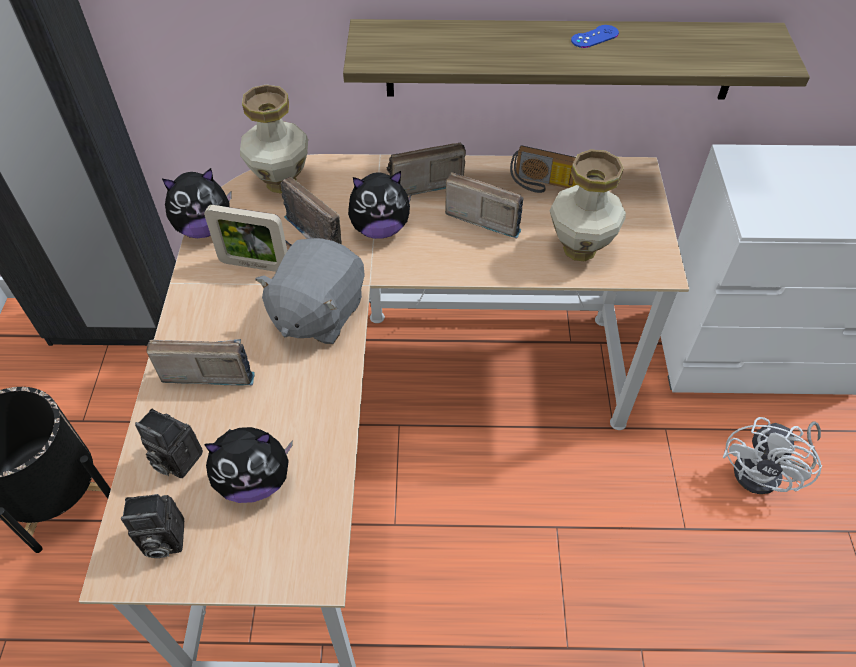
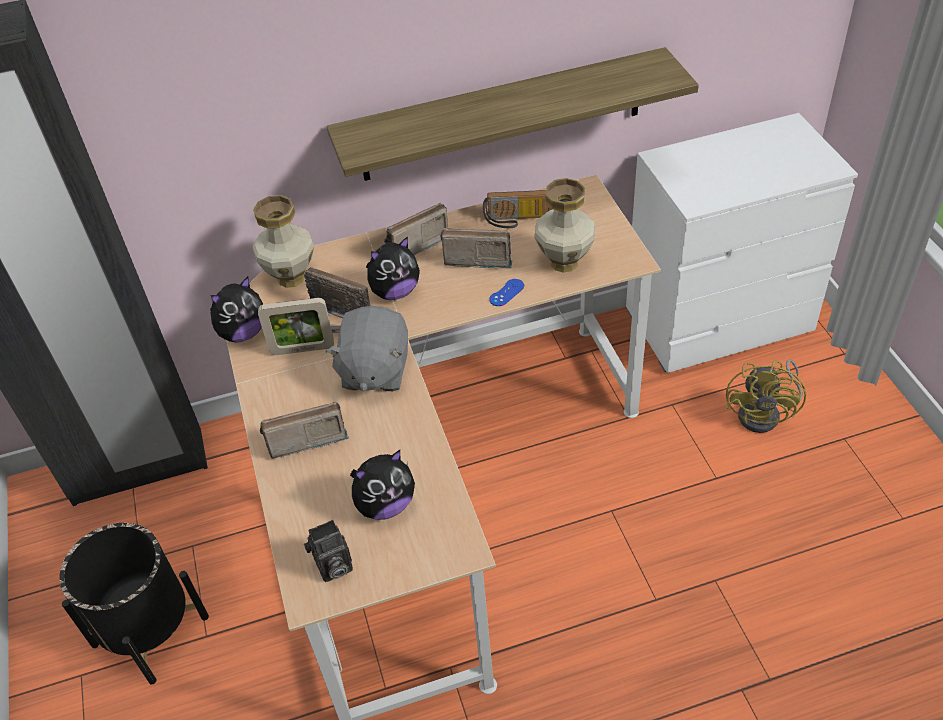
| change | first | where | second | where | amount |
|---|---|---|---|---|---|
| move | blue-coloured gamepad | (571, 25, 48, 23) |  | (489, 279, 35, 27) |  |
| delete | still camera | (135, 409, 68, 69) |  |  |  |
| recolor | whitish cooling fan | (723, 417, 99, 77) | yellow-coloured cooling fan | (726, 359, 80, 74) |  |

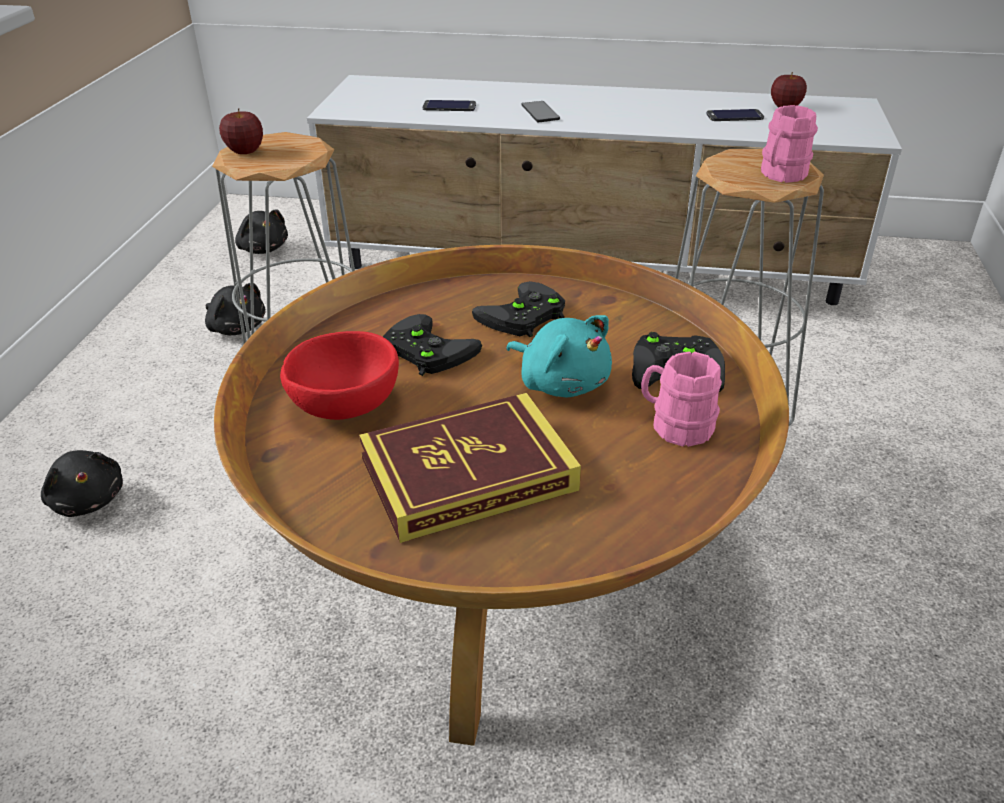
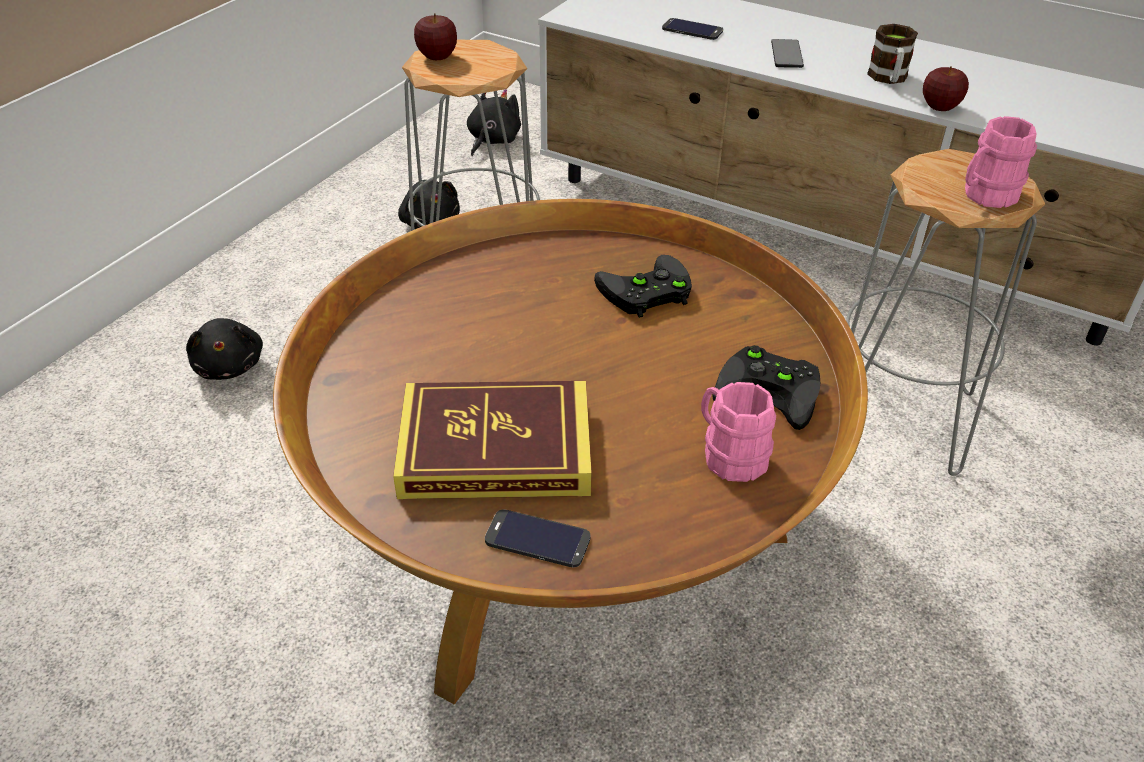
| change | first | where | second | where | amount |
|---|---|---|---|---|---|
| move | apple fruit | (771, 72, 36, 35) |  | (923, 66, 46, 45) |  |
| move | telephone | (706, 109, 58, 12) |  | (485, 509, 106, 58) |  |
| rotate | black-coloured plush toy | (235, 210, 53, 44) |  | (467, 89, 54, 67) | 135 degrees counterclockwise |
| delete | black-coloured gamepad | (383, 314, 99, 62) |  |  |  |
| delete | blue-green plush toy | (506, 315, 106, 82) |  |  |  |
| delete | reddish bowl | (280, 331, 119, 89) |  |  |  |
| insert |  |  | mug | (867, 24, 51, 60) |  |

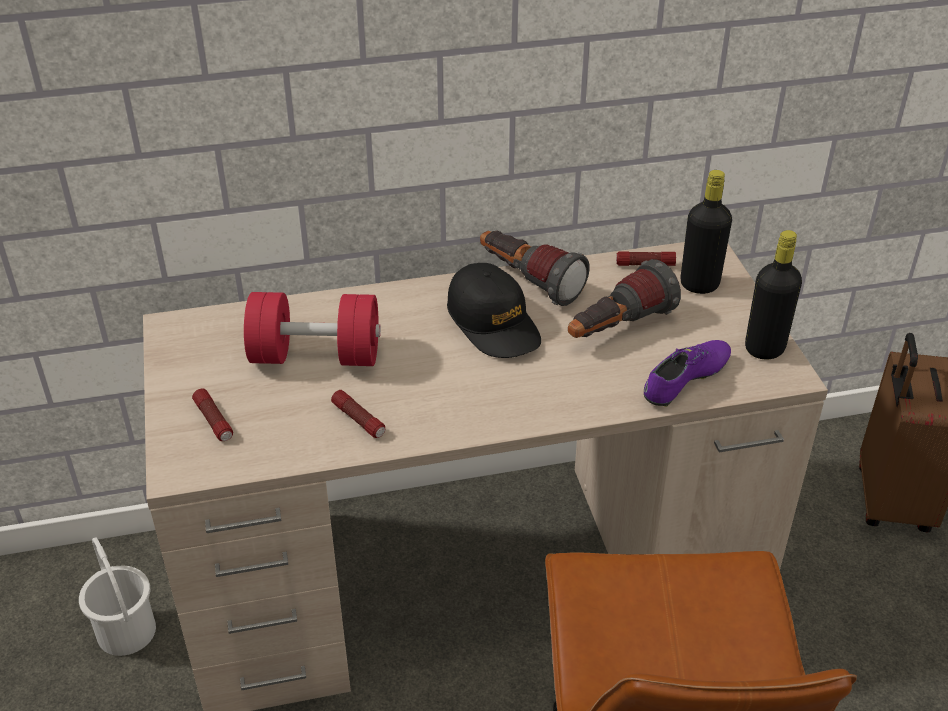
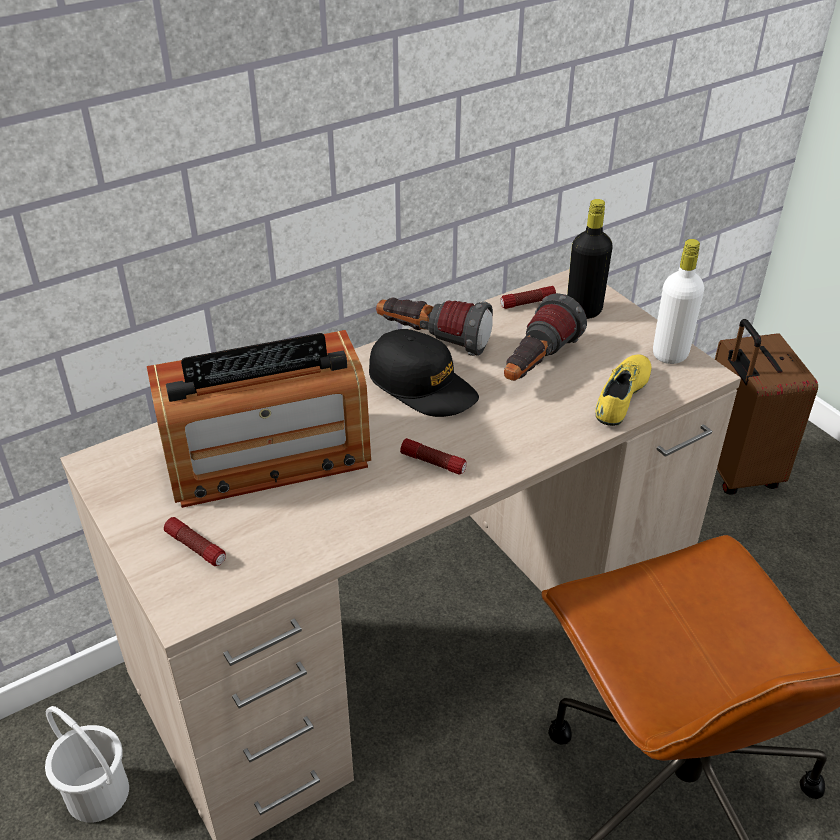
| change | first | where | second | where | amount |
|---|---|---|---|---|---|
| recolor | black-coloured beverage bottle | (745, 230, 57, 130) | whitish beverage bottle | (653, 239, 51, 125) |  |
| replace | reddish hand weight | (244, 292, 137, 74) | radio | (147, 330, 224, 178) |  |
| recolor | purple-coloured low shoe | (644, 340, 87, 67) | yellow-coloured low shoe | (595, 354, 56, 72) |  |
| move | hand torch | (331, 390, 54, 48) |  | (400, 438, 67, 37) |  |

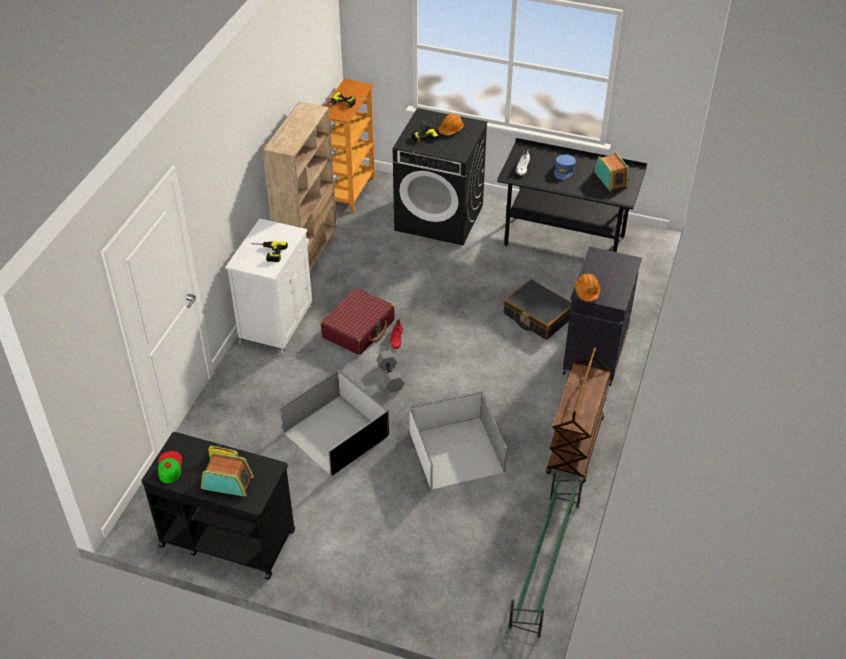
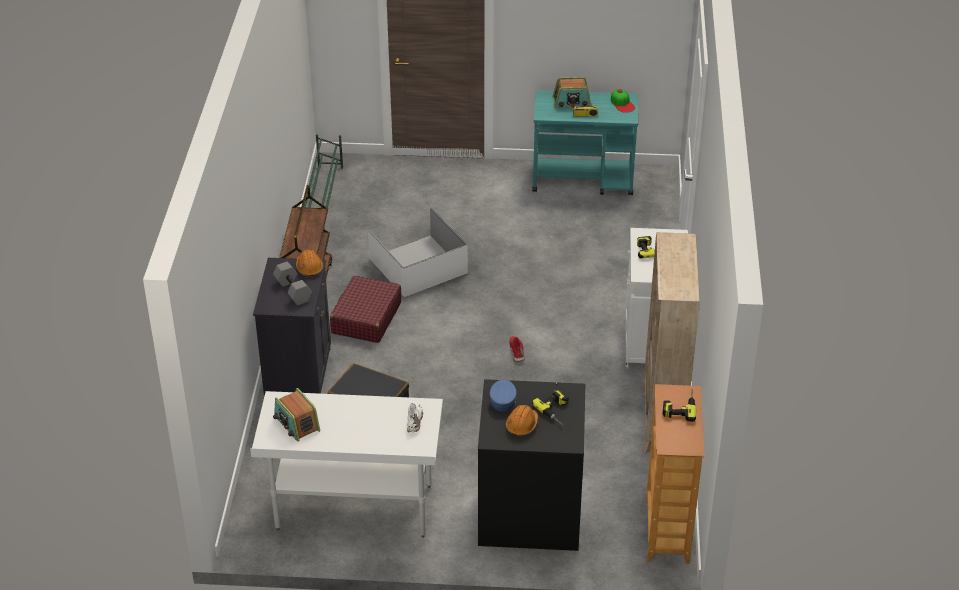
| change | first | where | second | where | amount |
|---|---|---|---|---|---|
| recolor | black-coloured desk | (497, 138, 150, 114) | whitish desk | (250, 391, 193, 147) |  |
| move | blue-coloured baseball cap | (554, 154, 22, 26) |  | (490, 380, 27, 32) |  |
| move | reddish travel case | (321, 288, 73, 67) |  | (330, 275, 72, 68) |  |
| move | grey hand weight | (377, 350, 28, 42) |  | (273, 262, 39, 43) |  |
| delete | black-coloured storage container | (280, 370, 109, 106) |  |  |  |
| recolor | black-coloured wheeled cart | (141, 432, 154, 148) | blue-green wheeled cart | (532, 90, 106, 105) |  |

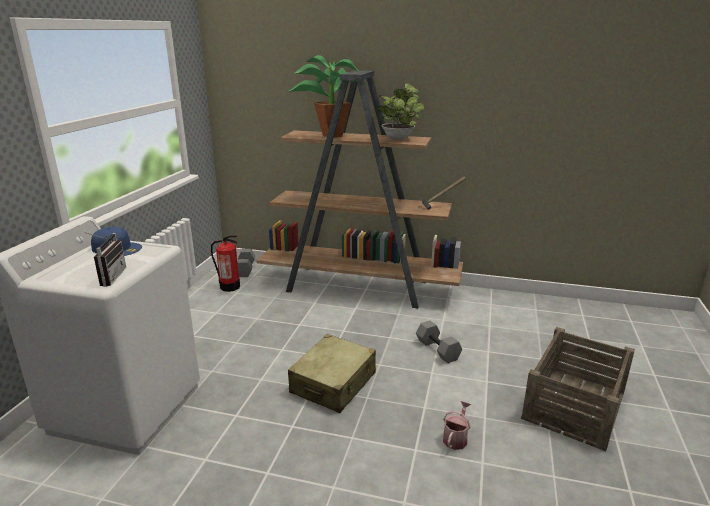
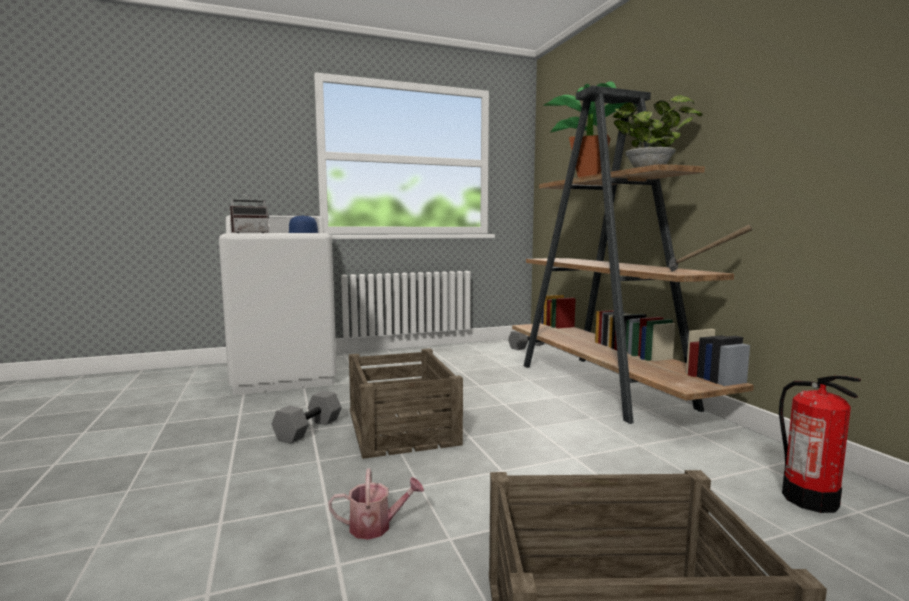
| change | first | where | second | where | amount |
|---|---|---|---|---|---|
| move | extinguisher | (211, 235, 29, 57) |  | (779, 376, 82, 137) |  |
| move | grey hand weight | (416, 320, 46, 43) |  | (272, 391, 70, 53) |  |
| replace | sand-coloured travel case | (288, 334, 88, 79) | packing crate | (349, 348, 114, 111) |  |

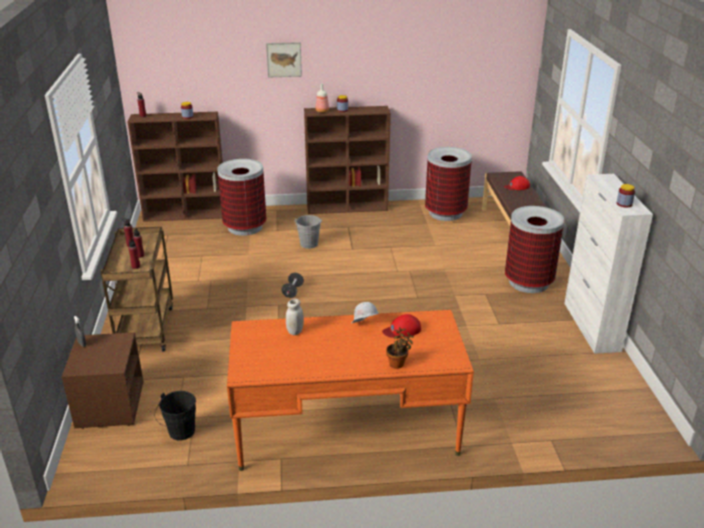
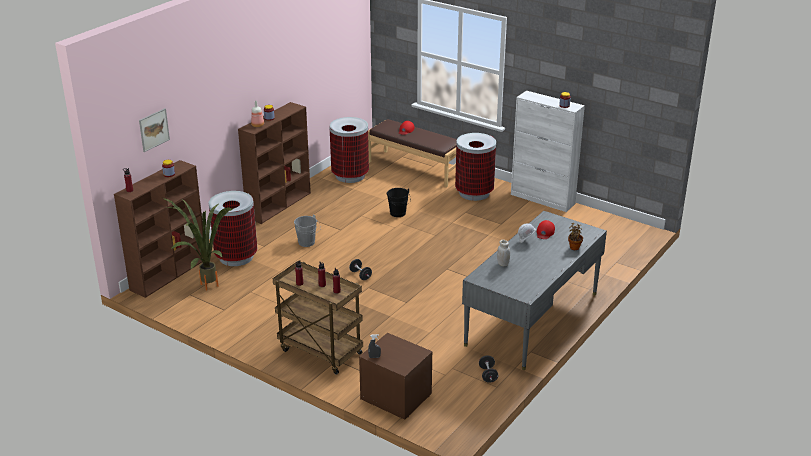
| change | first | where | second | where | amount |
|---|---|---|---|---|---|
| move | picture | (266, 42, 36, 36) |  | (139, 108, 31, 44) |  |
| recolor | orange desk | (227, 310, 247, 161) | grey desk | (462, 211, 145, 159) |  |
| move | black-coloured bucket | (154, 391, 42, 50) |  | (387, 188, 24, 29) |  |
| insert |  |  | houseplant | (163, 198, 70, 92) |  |
| insert |  |  | black-coloured hand weight | (479, 356, 19, 27) |  |

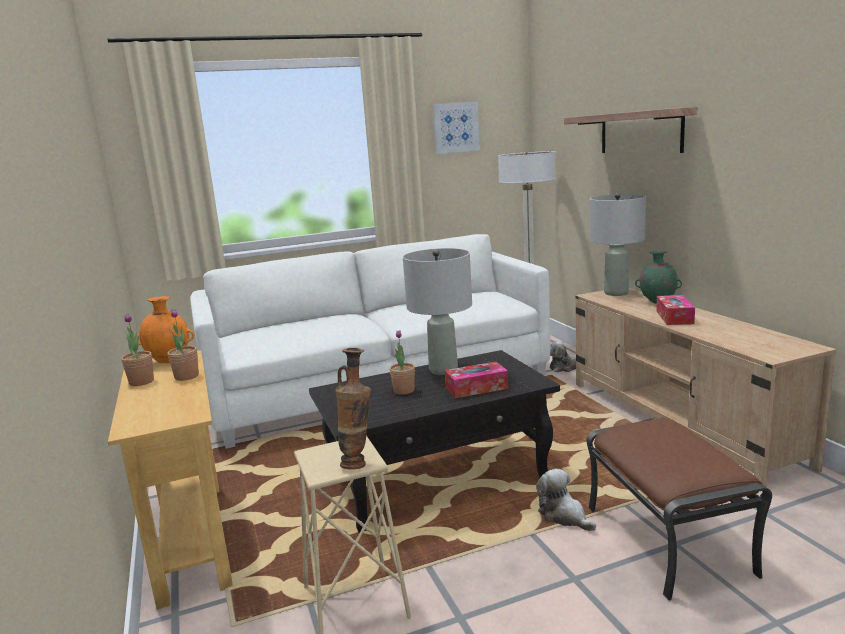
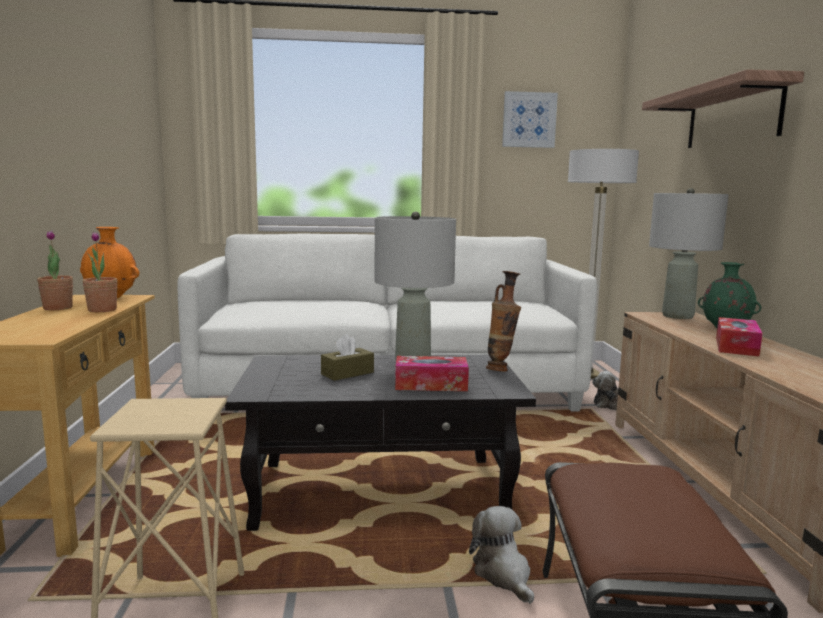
| change | first | where | second | where | amount |
|---|---|---|---|---|---|
| replace | houseplant | (390, 330, 25, 65) | brown tissue box | (321, 334, 53, 47) |  |
| move | vase | (335, 348, 36, 122) |  | (486, 271, 35, 101) |  |

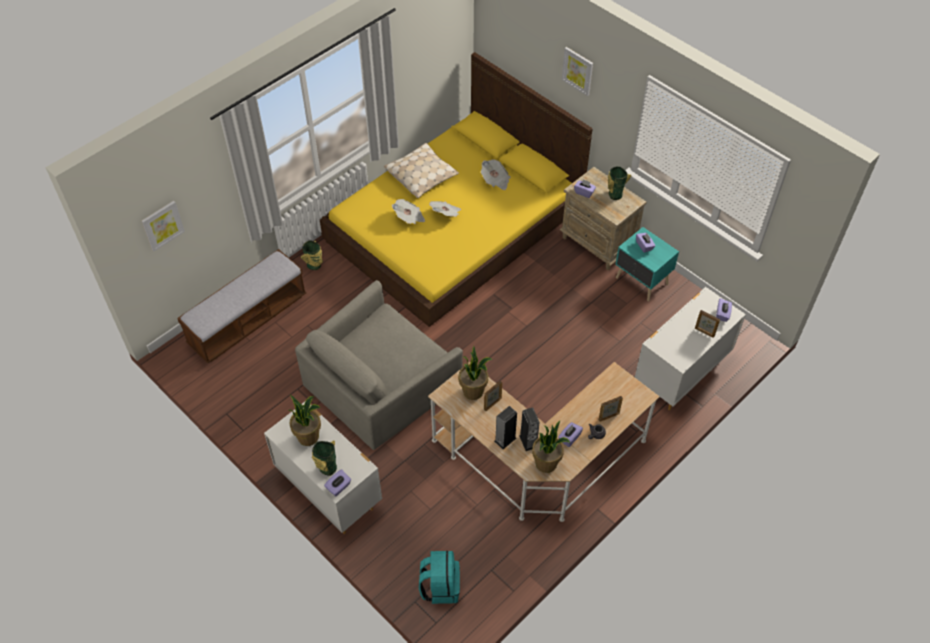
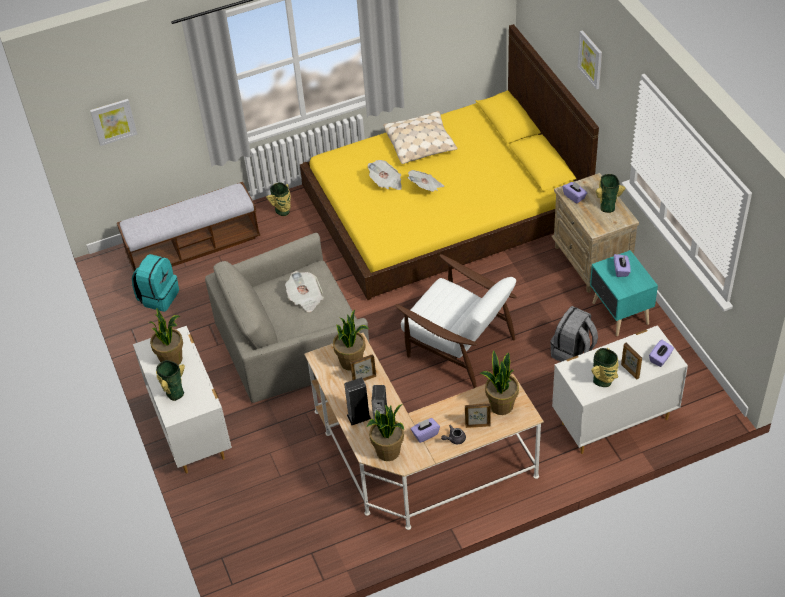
| change | first | where | second | where | amount |
|---|---|---|---|---|---|
| move | newspaper | (481, 159, 30, 31) |  | (285, 271, 39, 41) |  |
| delete | purple-coloured tissue box | (324, 469, 27, 27) |  |  |  |
| move | blue-green rucksack | (419, 551, 41, 53) |  | (132, 254, 47, 58) |  |
| insert |  |  | whitish lounge chair | (395, 254, 121, 134) |  |
| insert |  |  | grey rucksack | (550, 306, 48, 56) |  |
| insert |  |  | vase | (591, 348, 27, 39) |  |
| insert |  |  | houseplant | (480, 350, 39, 65) |  |

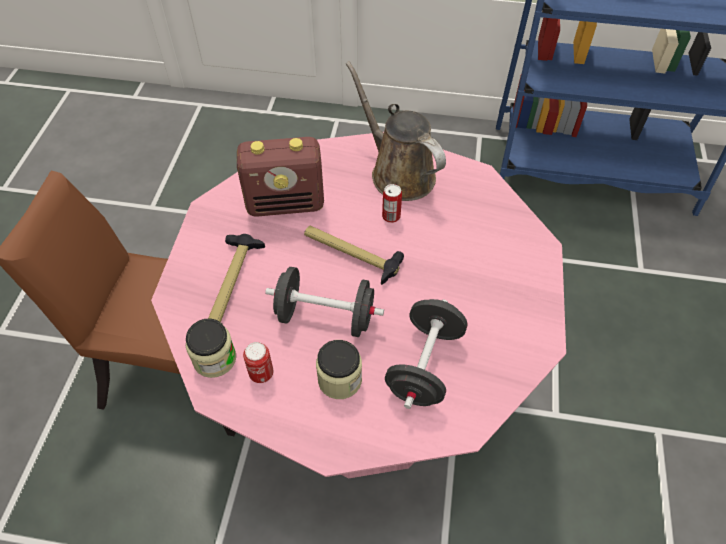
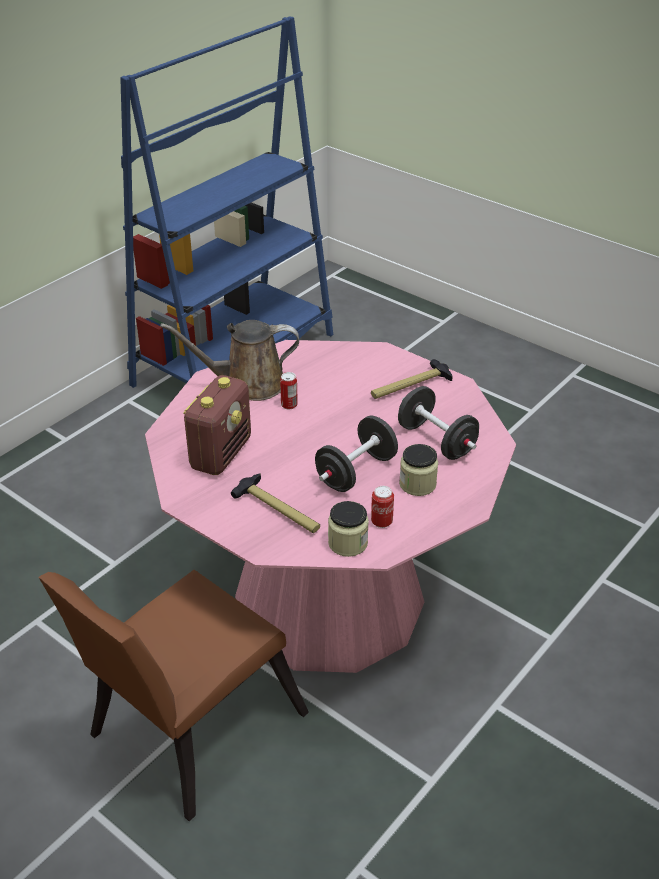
| change | first | where | second | where | amount |
|---|---|---|---|---|---|
| move | hand hammer | (304, 226, 100, 59) |  | (371, 359, 82, 40) |  |

